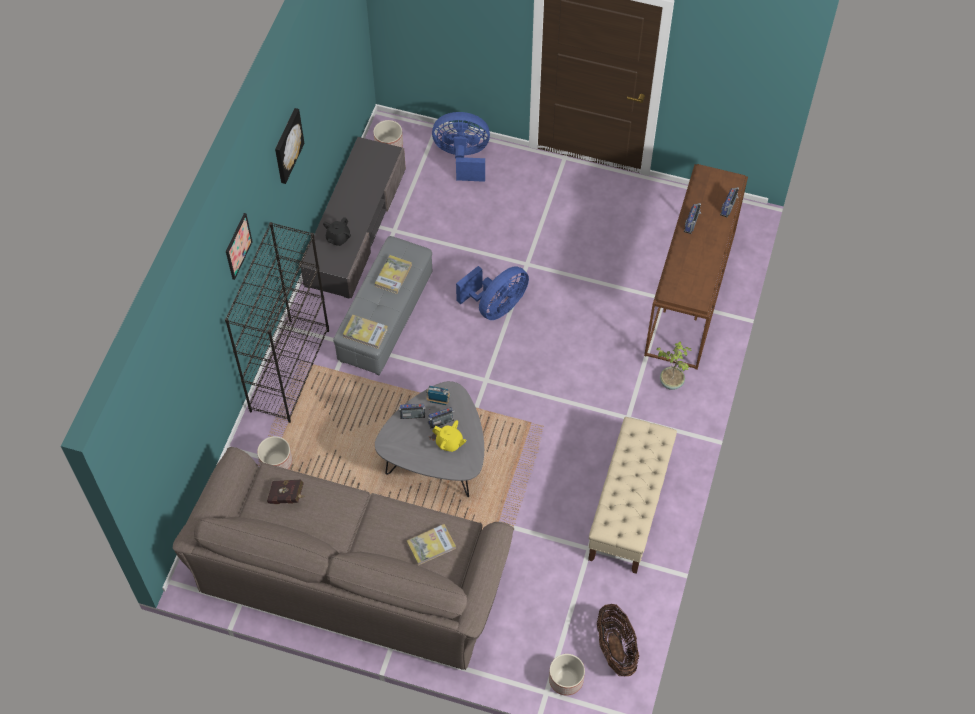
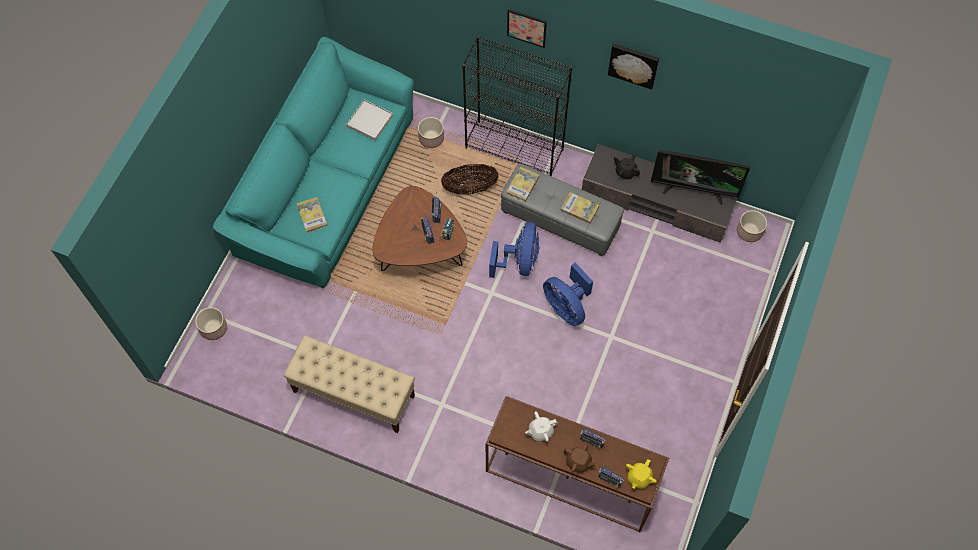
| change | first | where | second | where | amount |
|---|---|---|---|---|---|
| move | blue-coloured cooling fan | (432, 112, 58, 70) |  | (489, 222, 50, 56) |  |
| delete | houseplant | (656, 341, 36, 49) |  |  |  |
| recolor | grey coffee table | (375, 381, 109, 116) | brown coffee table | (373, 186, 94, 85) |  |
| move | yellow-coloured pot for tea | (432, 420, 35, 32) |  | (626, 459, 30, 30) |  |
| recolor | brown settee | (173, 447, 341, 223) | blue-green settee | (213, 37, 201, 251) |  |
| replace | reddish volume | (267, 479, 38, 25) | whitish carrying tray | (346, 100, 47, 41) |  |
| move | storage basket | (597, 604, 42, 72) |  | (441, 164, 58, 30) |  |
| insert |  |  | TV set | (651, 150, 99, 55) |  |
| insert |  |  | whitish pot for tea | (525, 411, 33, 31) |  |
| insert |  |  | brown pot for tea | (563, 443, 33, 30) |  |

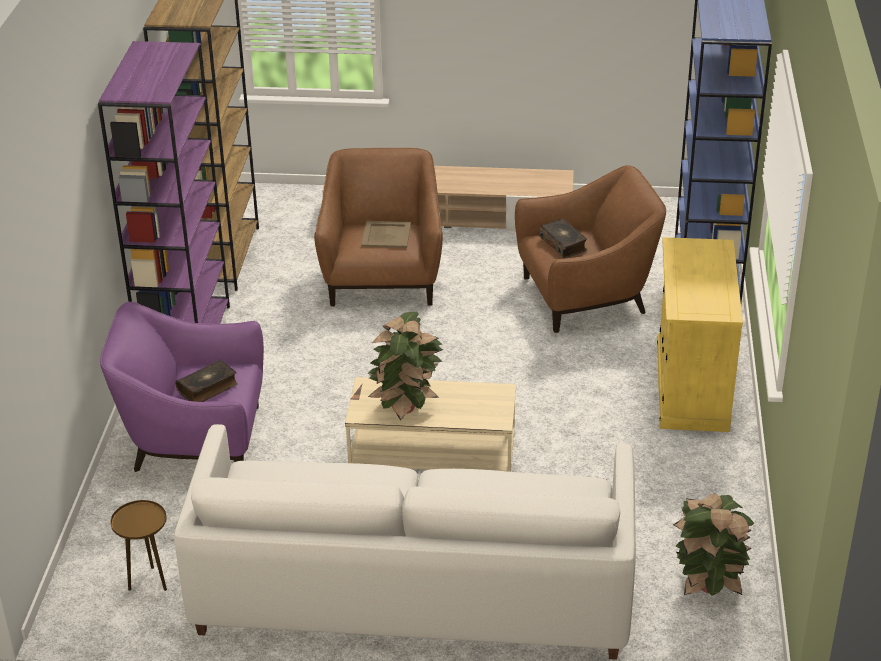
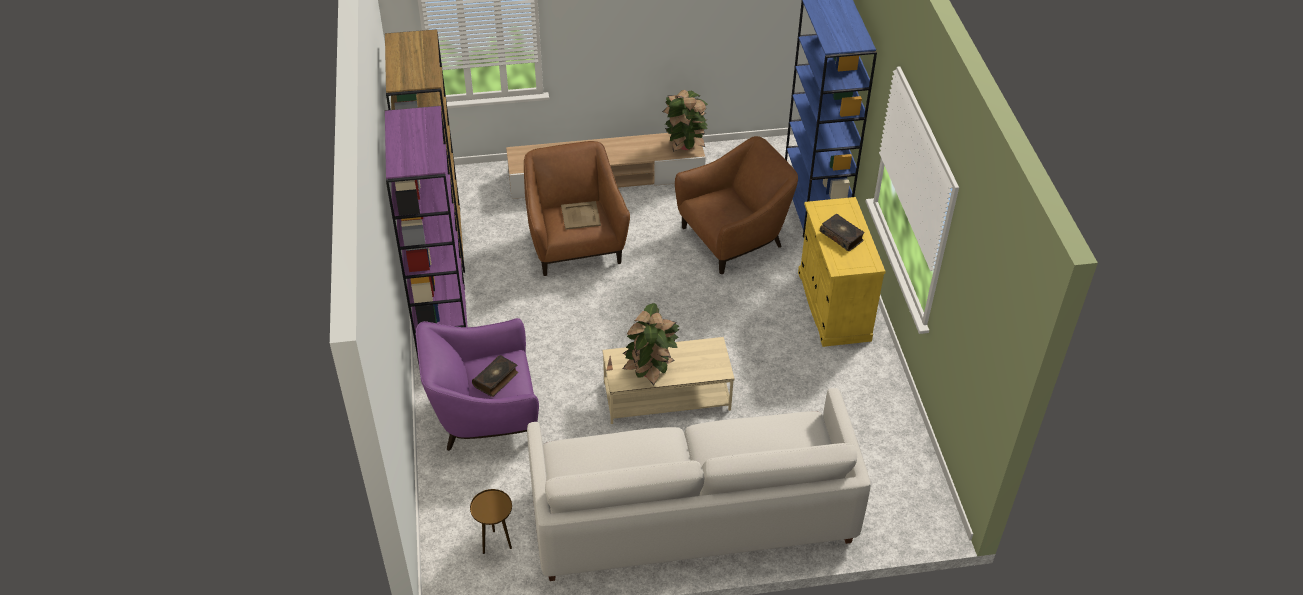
| change | first | where | second | where | amount |
|---|---|---|---|---|---|
| move | volume | (538, 219, 49, 39) |  | (820, 214, 44, 37) |  |
| move | houseplant | (673, 494, 82, 102) |  | (662, 90, 46, 62) |  |

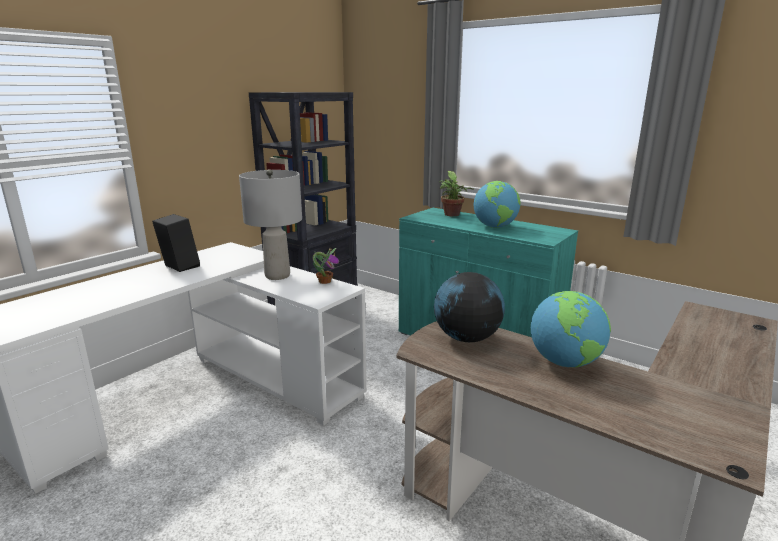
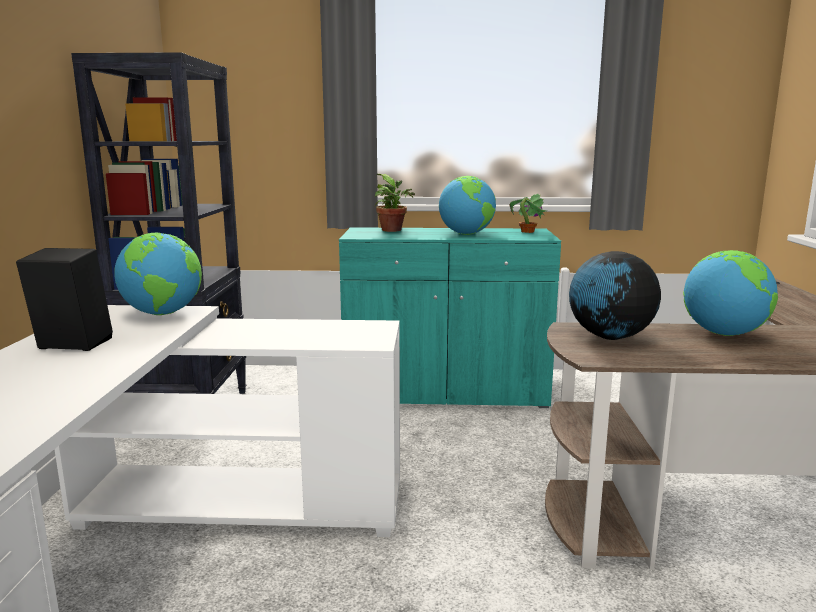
| change | first | where | second | where | amount |
|---|---|---|---|---|---|
| delete | grey tabletop lamp | (239, 169, 63, 111) |  |  |  |
| move | houseplant | (313, 248, 26, 36) |  | (510, 194, 37, 39) |  |
| insert |  |  | globe | (114, 233, 88, 82) |  |

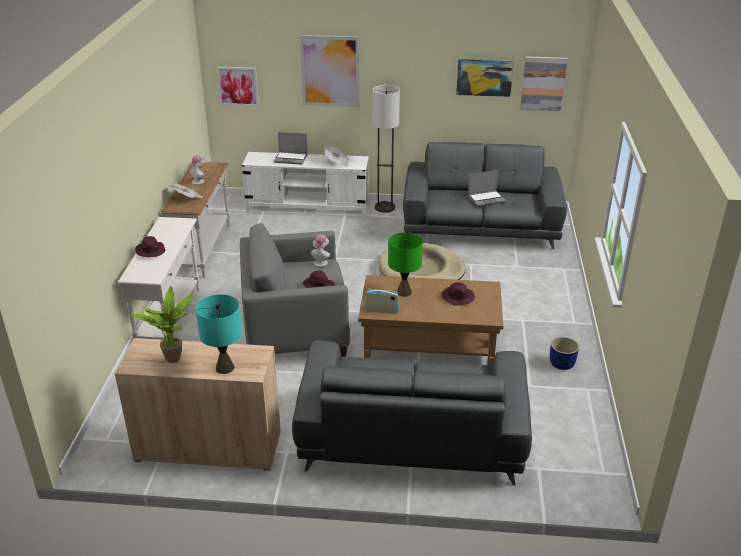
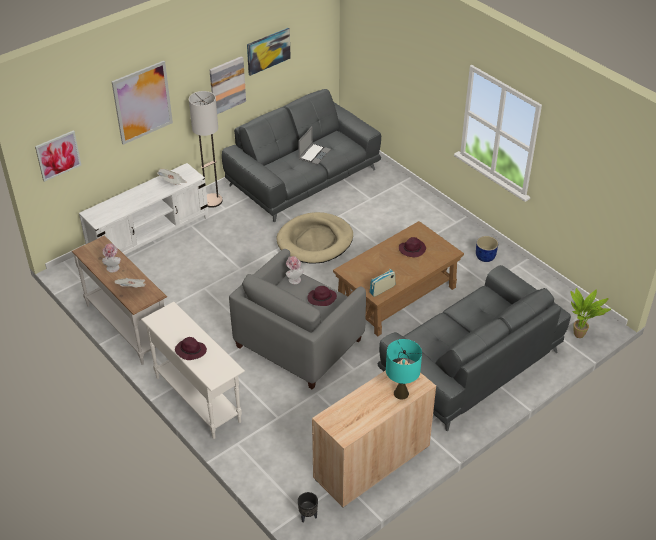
| change | first | where | second | where | amount |
|---|---|---|---|---|---|
| move | picture | (520, 57, 48, 54) |  | (210, 56, 36, 58) |  |
| delete | laptop | (274, 132, 34, 33) |  |  |  |
| delete | green-coloured tabletop lamp | (388, 232, 35, 65) |  |  |  |
| move | houseplant | (130, 286, 63, 77) |  | (570, 288, 41, 50) |  |
| insert |  |  | black-coloured planter | (298, 492, 20, 30) |  |

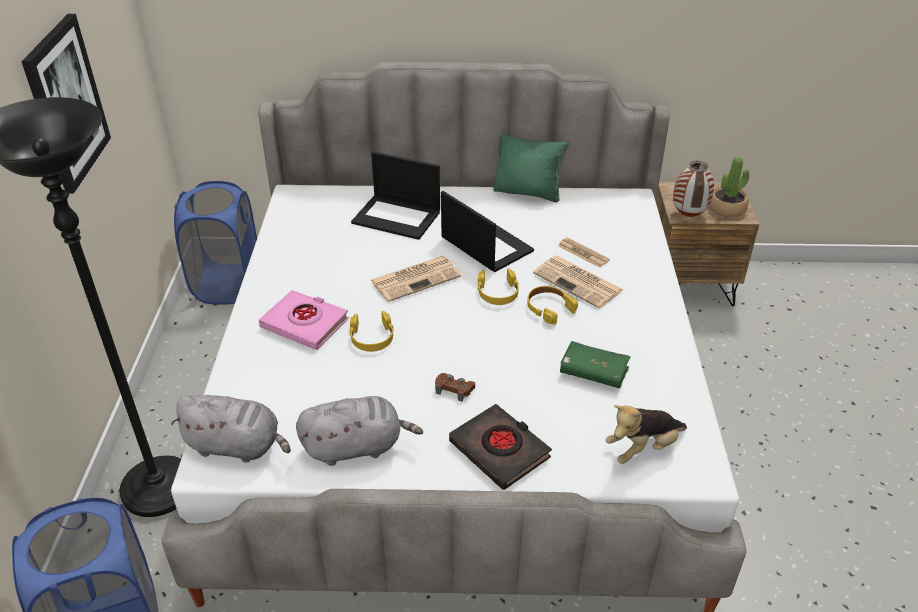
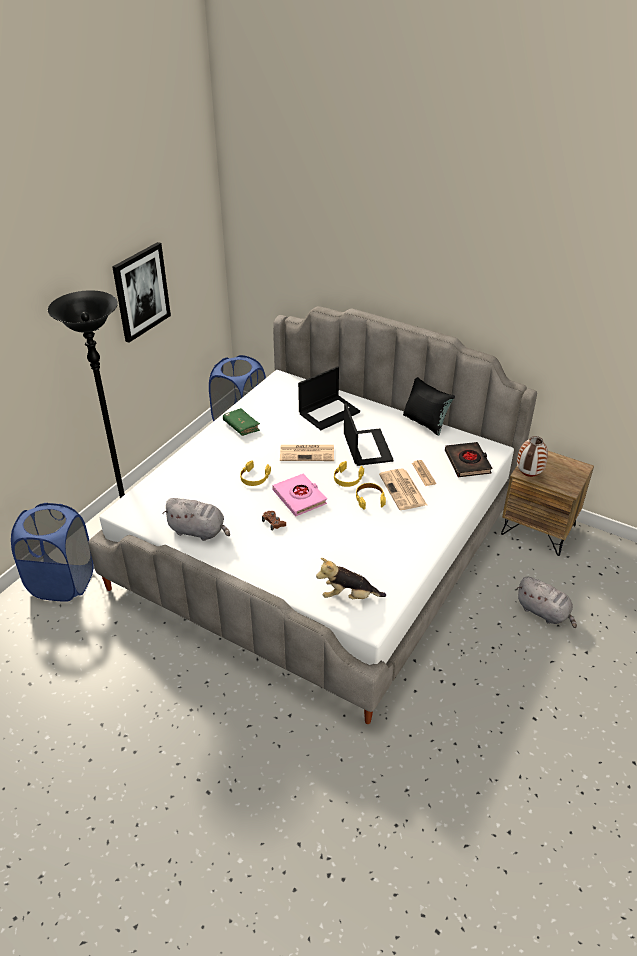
| change | first | where | second | where | amount |
|---|---|---|---|---|---|
| recolor | green-coloured cushion | (493, 133, 76, 70) | black-coloured cushion | (403, 377, 52, 59) |  |
| rotate | laptop | (351, 151, 89, 89) |  | (298, 366, 62, 64) | 90 degrees counterclockwise |
| delete | houseplant | (709, 157, 40, 60) |  |  |  |
| move | pink volume | (259, 290, 90, 60) |  | (272, 474, 55, 42) |  |
| move | green-coloured volume | (560, 341, 70, 47) |  | (223, 408, 37, 28) |  |
| move | grey plush toy | (171, 395, 120, 68) |  | (517, 576, 60, 52) |  |
| move | black-coloured volume | (449, 404, 103, 86) |  | (445, 442, 47, 35) |  |

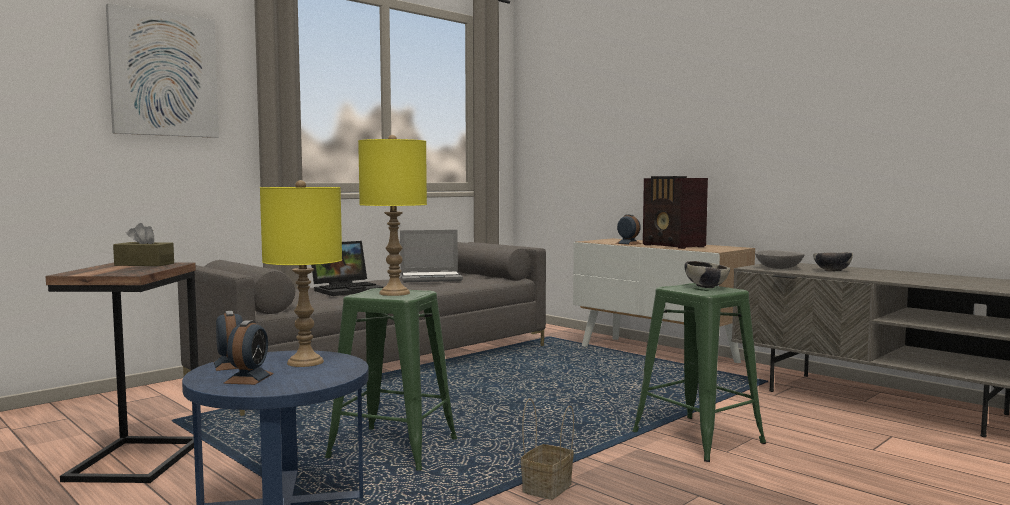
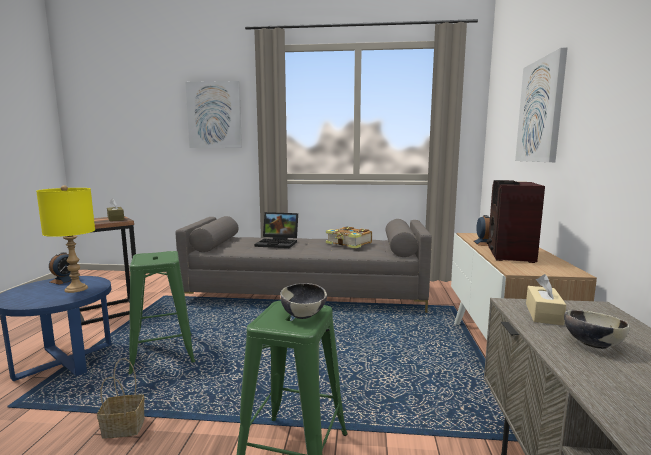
| change | first | where | second | where | amount |
|---|---|---|---|---|---|
| delete | yellow-coloured tabletop lamp | (358, 135, 69, 161) |  |  |  |
| replace | laptop | (400, 230, 63, 52) | volume | (326, 226, 46, 23) |  |
| replace | grey bowl | (755, 250, 50, 19) | sand-coloured tissue box | (526, 274, 40, 51) |  |
| delete | alarm clock | (224, 320, 50, 65) |  |  |  |
| insert |  |  | picture | (515, 48, 53, 114) |  |

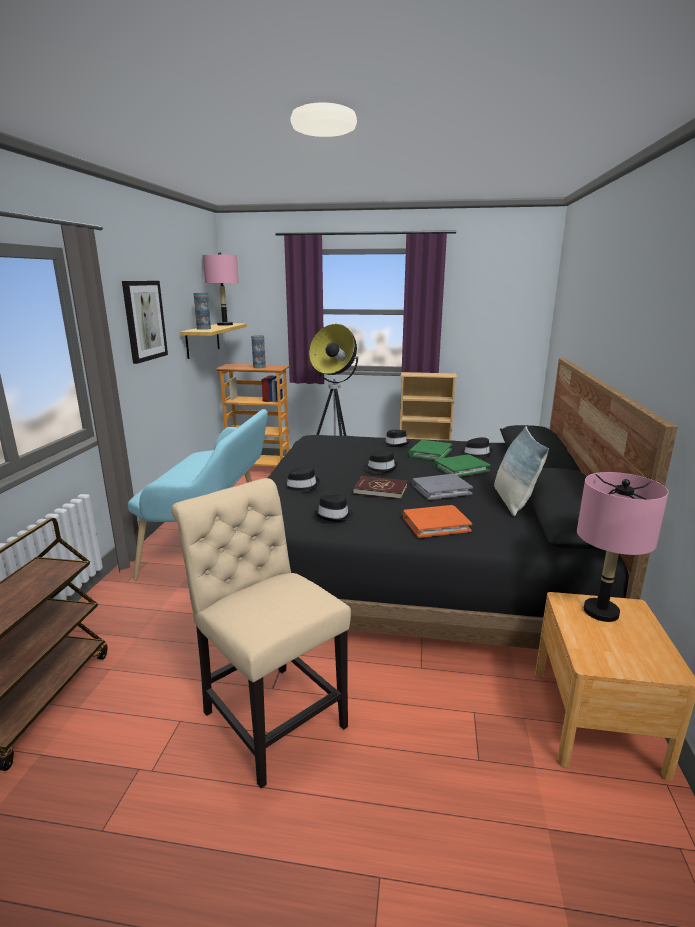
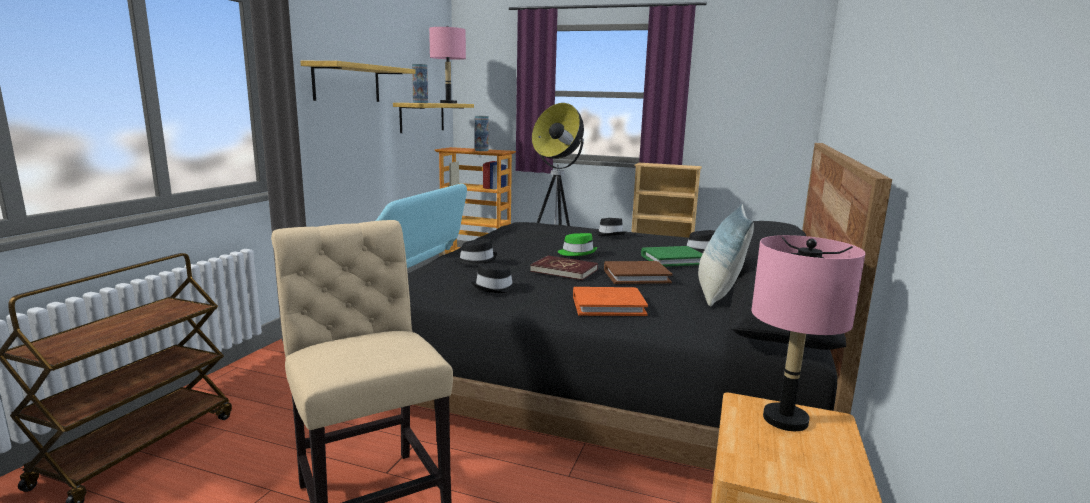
| change | first | where | second | where | amount |
|---|---|---|---|---|---|
| replace | picture | (122, 281, 46, 83) | wall shelf | (300, 61, 116, 41) |  |
| delete | green-coloured volume | (408, 440, 44, 20) |  |  |  |
| recolor | black-coloured clothing hat | (364, 451, 34, 22) | green-coloured clothing hat | (558, 233, 39, 23) |  |
| recolor | grey volume | (412, 474, 61, 26) | brown volume | (604, 261, 68, 23) |  |

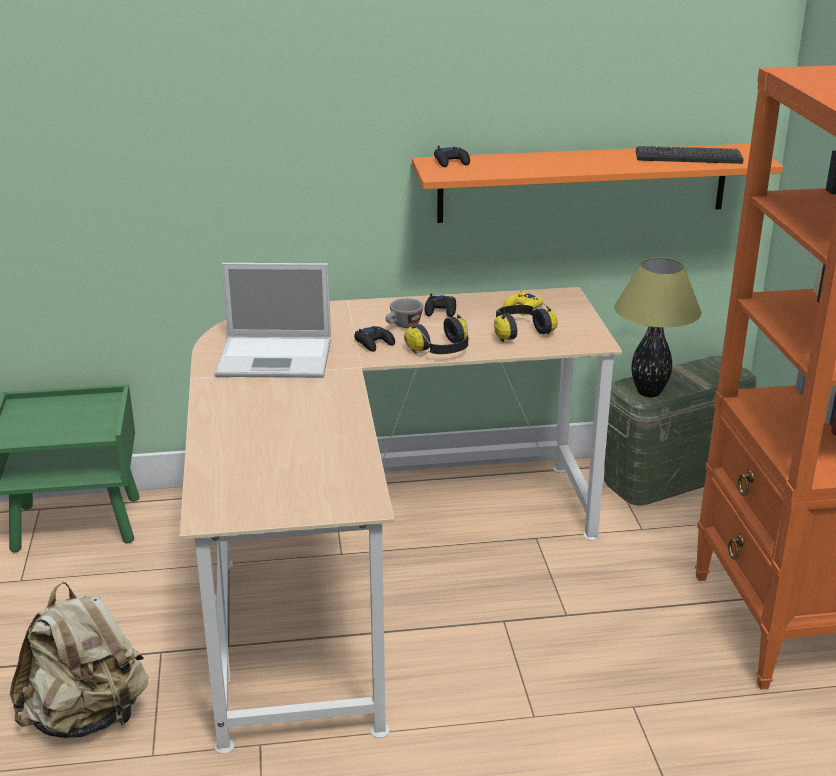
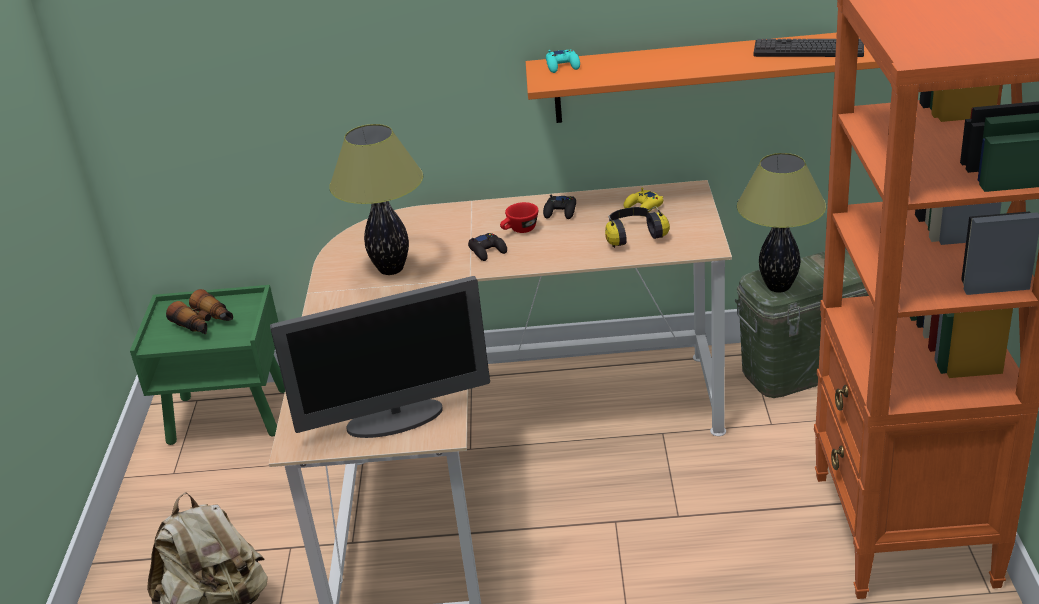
| change | first | where | second | where | amount |
|---|---|---|---|---|---|
| recolor | black-coloured gamepad | (434, 146, 36, 21) | blue-green gamepad | (546, 50, 34, 23) |  |
| replace | laptop | (214, 263, 117, 115) | tabletop lamp | (329, 124, 94, 151) |  |
| recolor | grey cup | (385, 298, 38, 30) | reddish cup | (500, 202, 38, 31) |  |
| delete | headphones | (404, 314, 64, 43) |  |  |  |
| insert |  |  | monitor | (270, 276, 220, 162) |  |
| insert |  |  | pair of binoculars | (166, 289, 67, 46) |  |

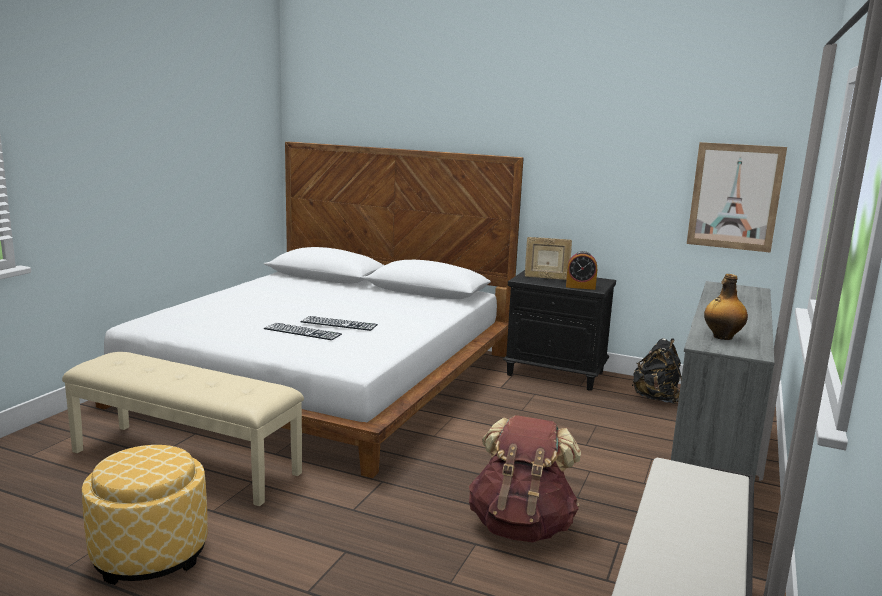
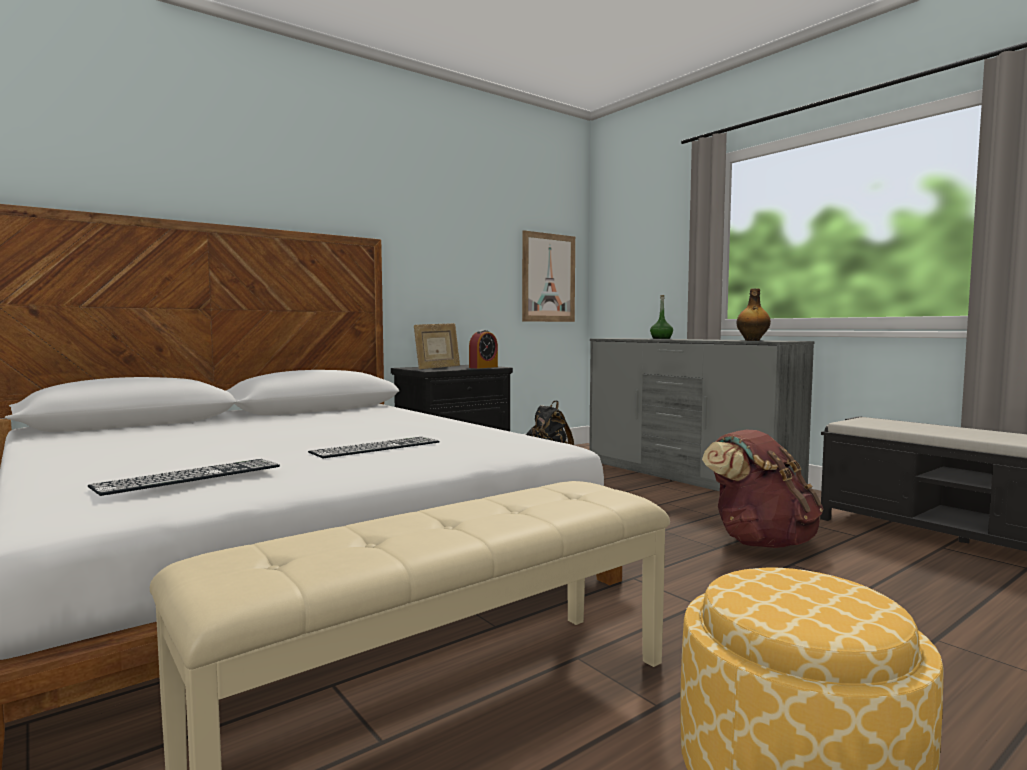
| change | first | where | second | where | amount |
|---|---|---|---|---|---|
| move | computer keyboard | (300, 316, 78, 15) |  | (88, 459, 192, 37) |  |
| insert |  |  | green-coloured beverage bottle | (650, 295, 23, 44) |  |

